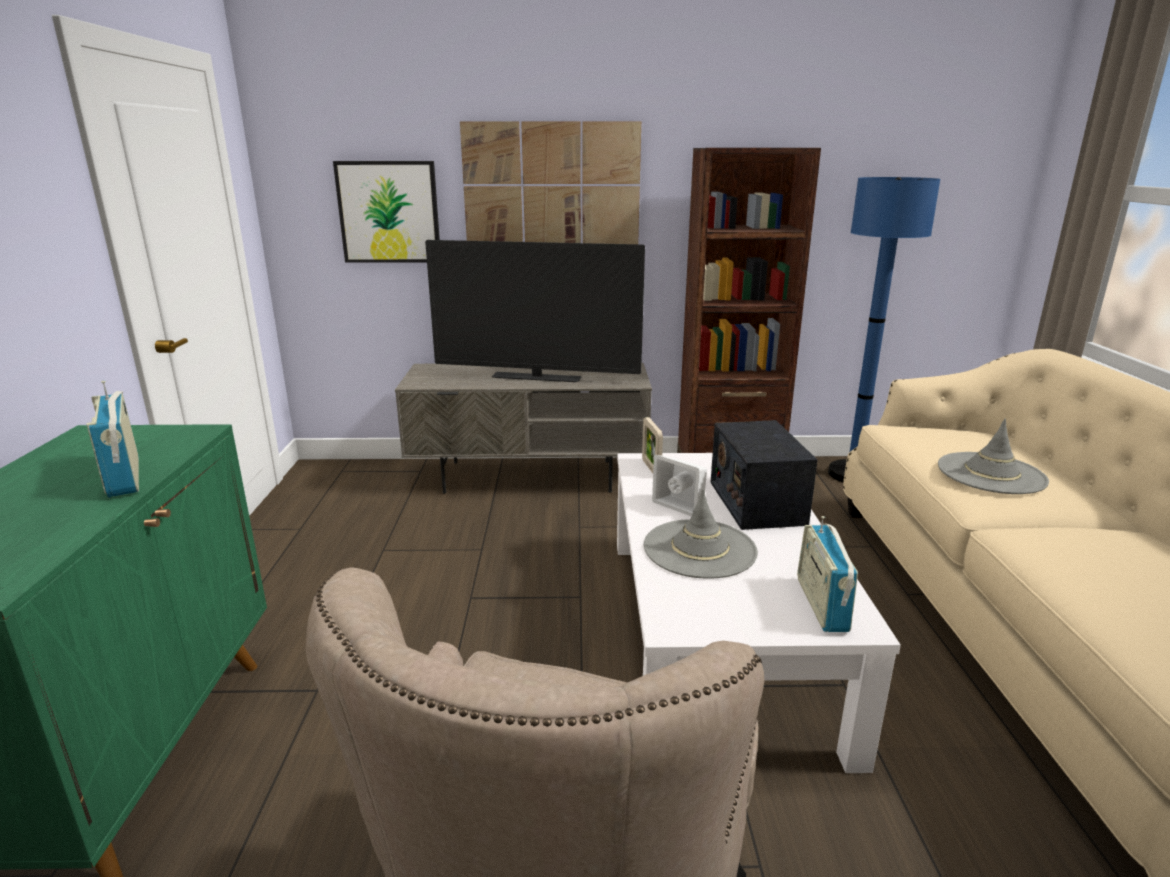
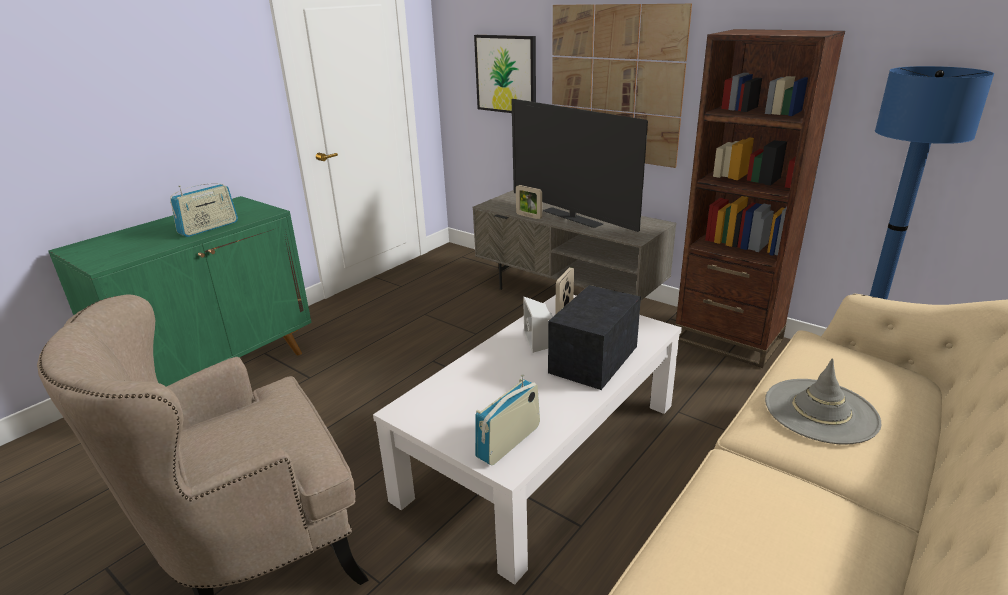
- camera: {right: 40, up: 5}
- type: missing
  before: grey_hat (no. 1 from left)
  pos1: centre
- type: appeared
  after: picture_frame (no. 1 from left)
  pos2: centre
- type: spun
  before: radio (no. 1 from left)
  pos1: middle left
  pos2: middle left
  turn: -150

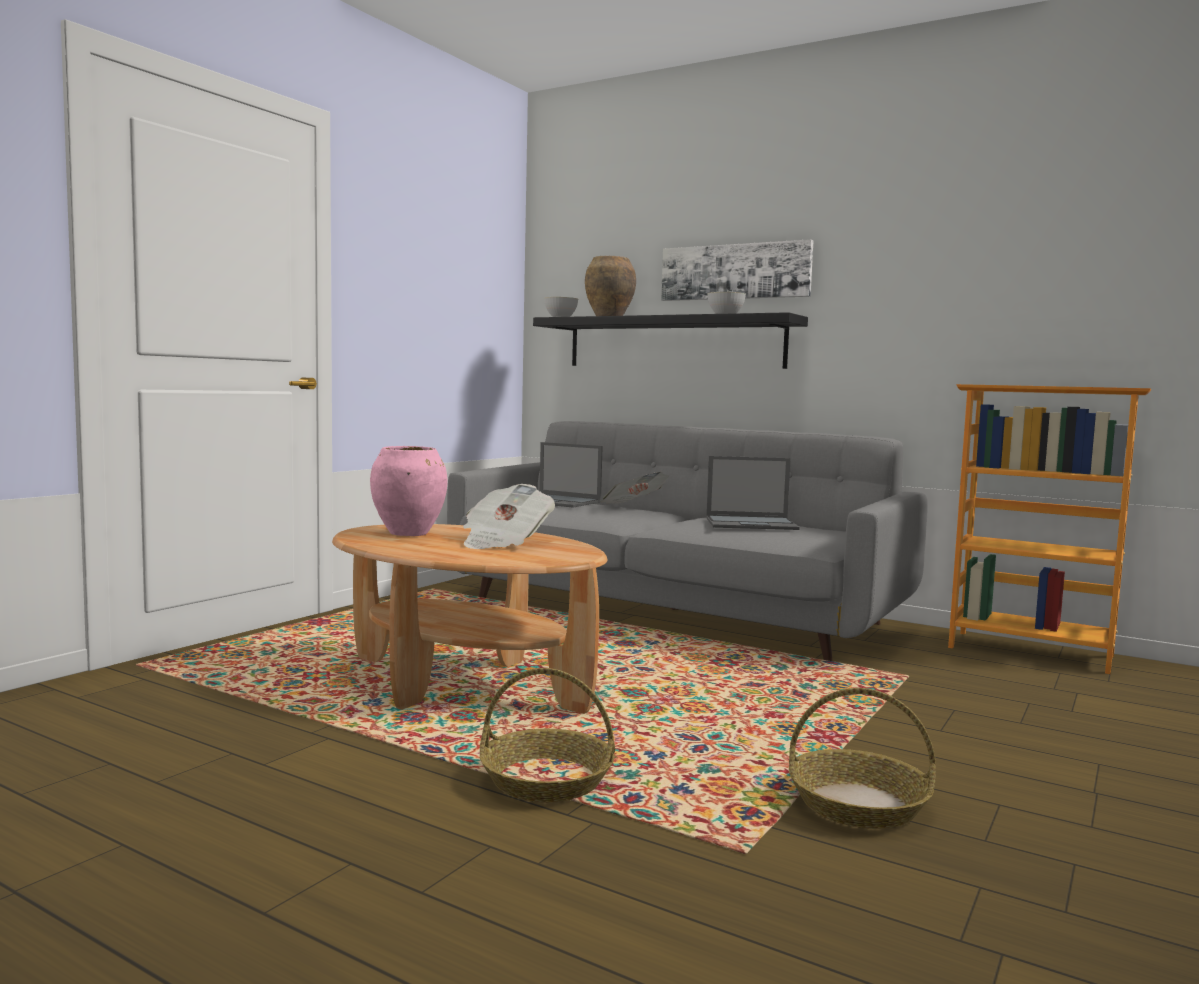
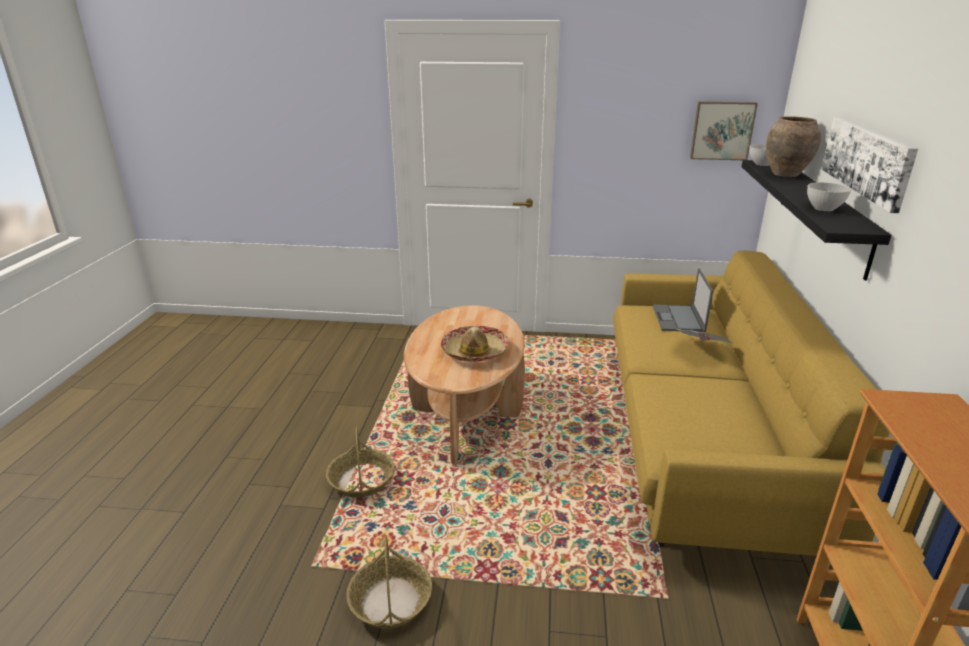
- camera: {right: 65, up: 20}
- type: missing
  before: pink_vase
  pos1: centre
- type: missing
  before: laptop (no. 2 from left)
  pos1: centre
- type: appeared
  after: picture (no. 1 from left)
  pos2: top right
- type: exchanged
  before: newspaper (no. 1 from left)
  after: hat
  pos1: centre
  pos2: centre
- type: colour
  before: grey_sofa
  after: yellow_sofa
  pos1: centre
  pos2: middle right

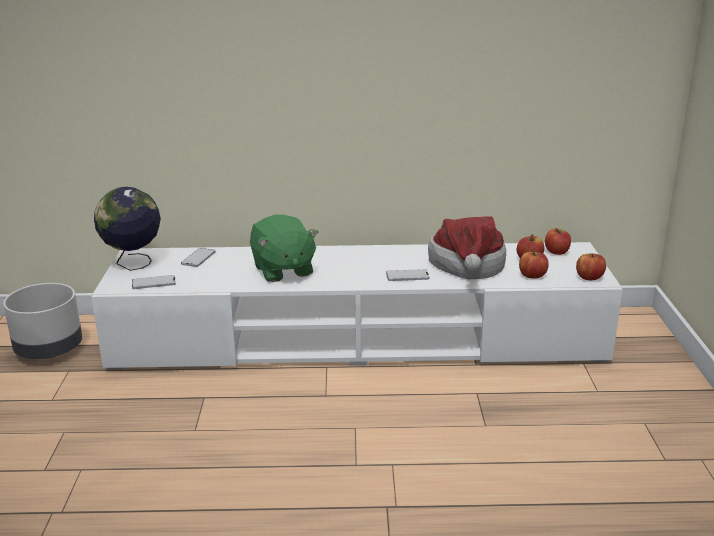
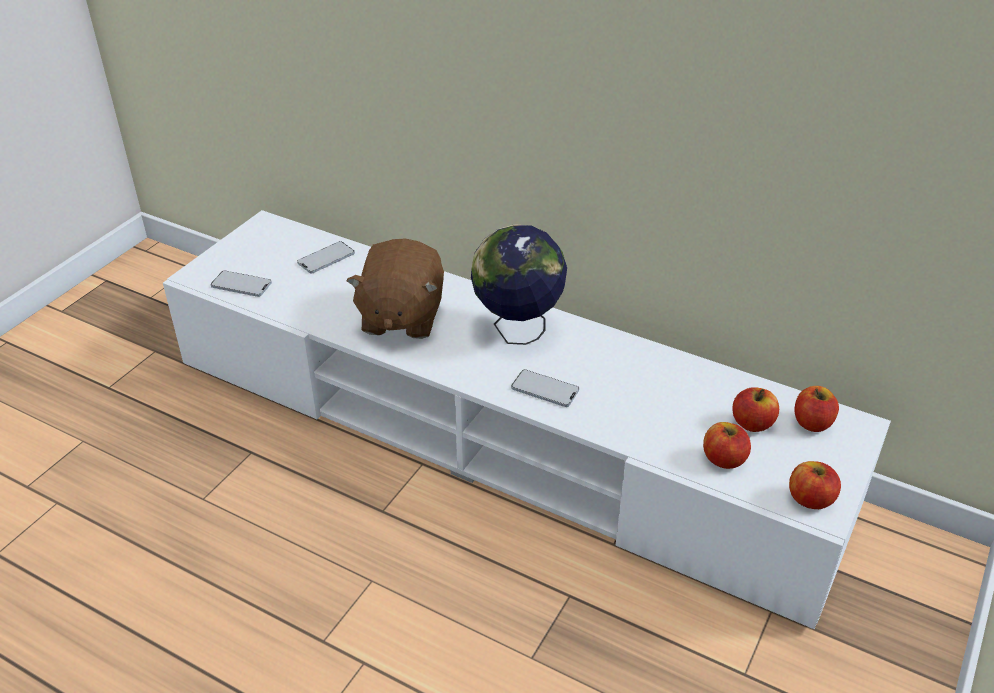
- camera: {right: 30, up: 15}
- type: missing
  before: grey_planter
  pos1: middle left
- type: missing
  before: hat
  pos1: centre
- type: relocated
  before: globe
  pos1: middle left
  pos2: centre
- type: colour
  before: green_plush_toy
  after: brown_plush_toy
  pos1: centre
  pos2: centre

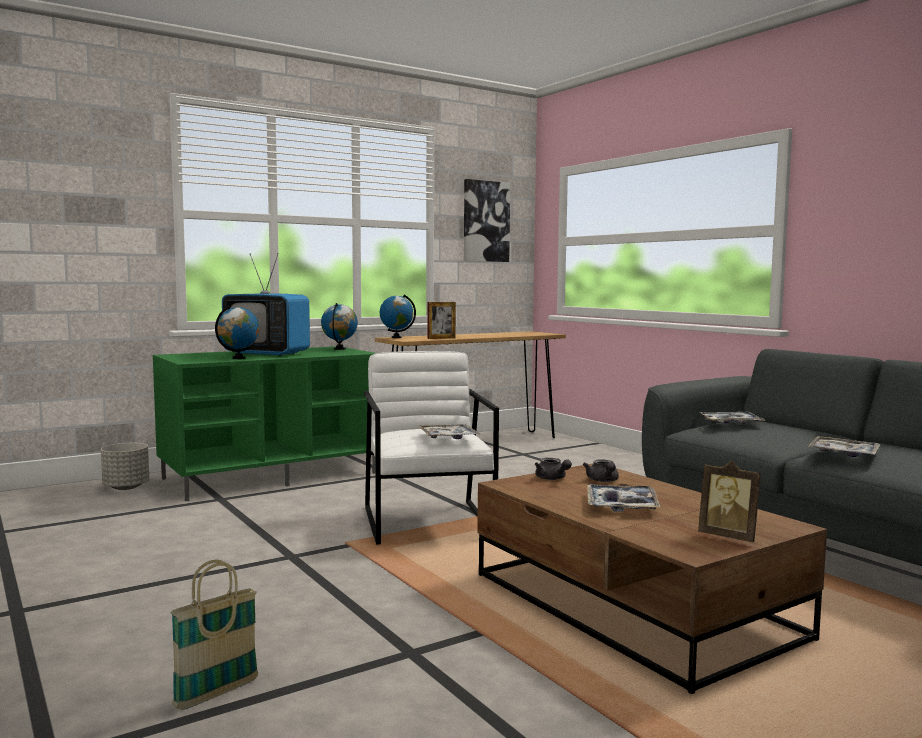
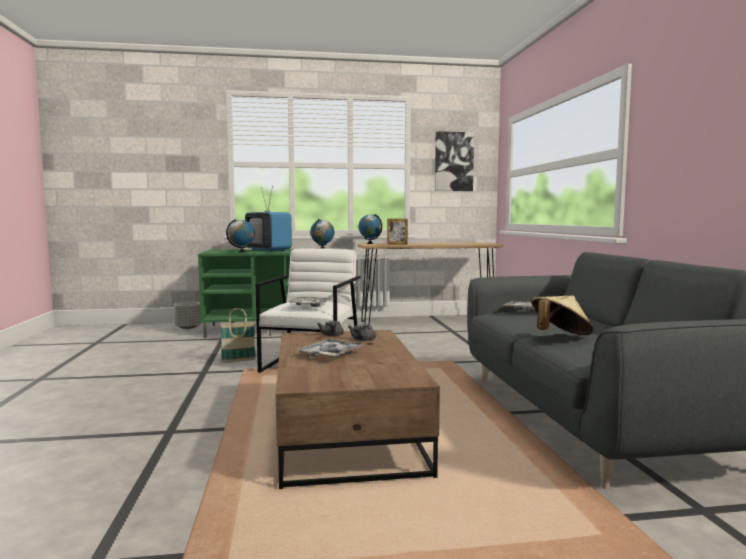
- camera: {right: 25, up: 0}
- type: missing
  before: picture_frame (no. 2 from left)
  pos1: bottom right
- type: relocated
  before: basket
  pos1: bottom left
  pos2: middle left
- type: exchanged
  before: tray (no. 4 from left)
  after: beige_hat
  pos1: middle right
  pos2: middle right

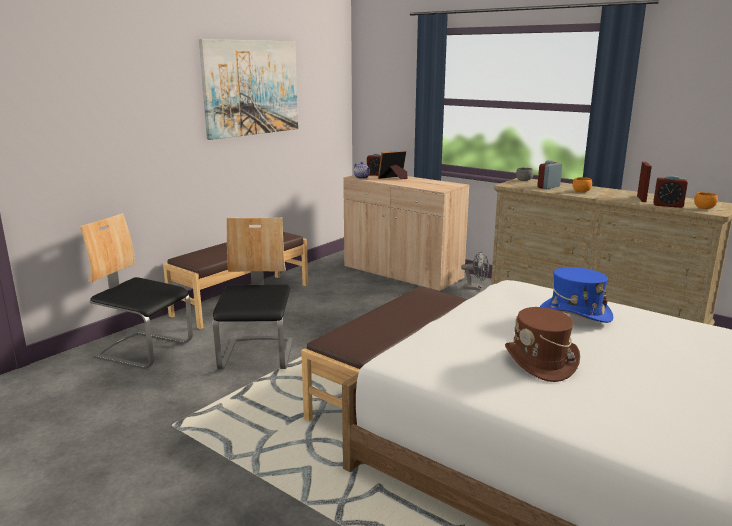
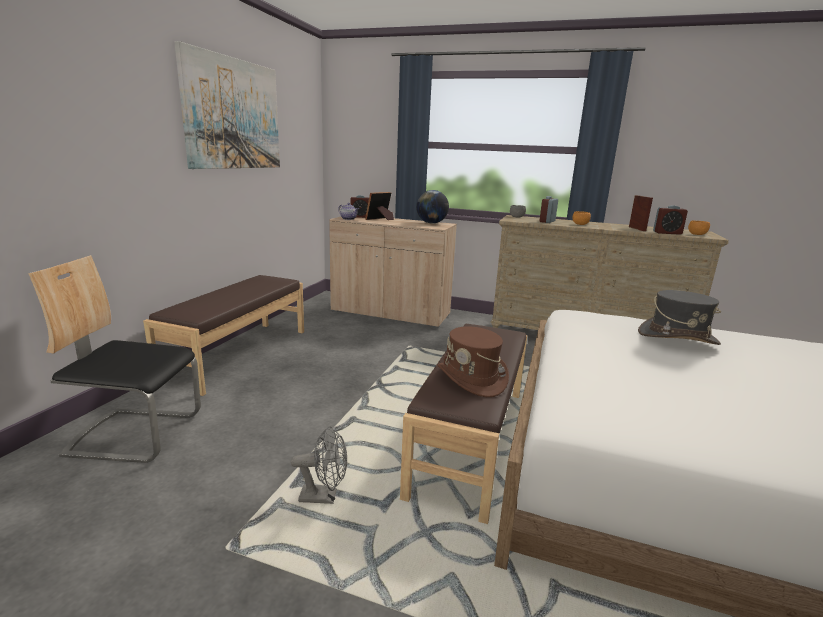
- camera: {right: -20, up: 0}
- type: missing
  before: chair (no. 2 from left)
  pos1: centre
- type: appeared
  after: globe
  pos2: centre
- type: relocated
  before: grey_fan
  pos1: centre
  pos2: bottom centre
- type: relocated
  before: brown_hat
  pos1: middle right
  pos2: centre
- type: colour
  before: blue_hat
  after: grey_hat
  pos1: middle right
  pos2: middle right

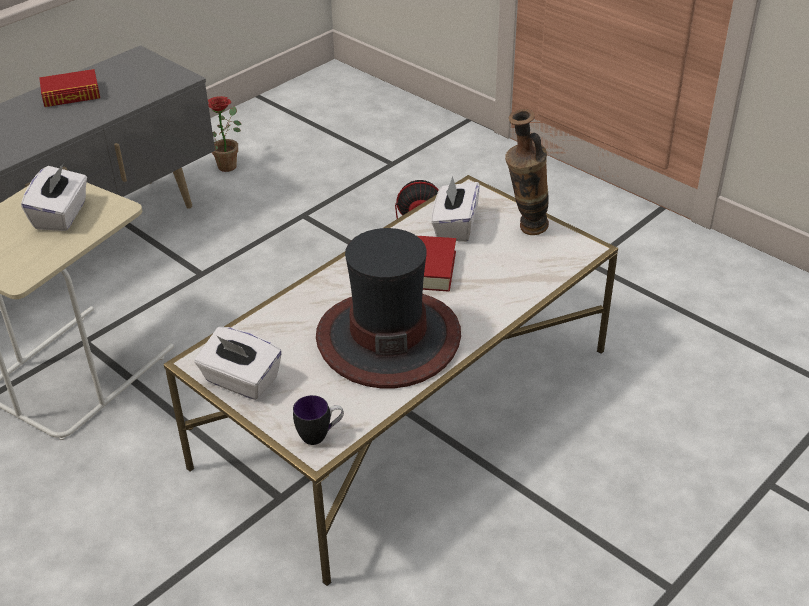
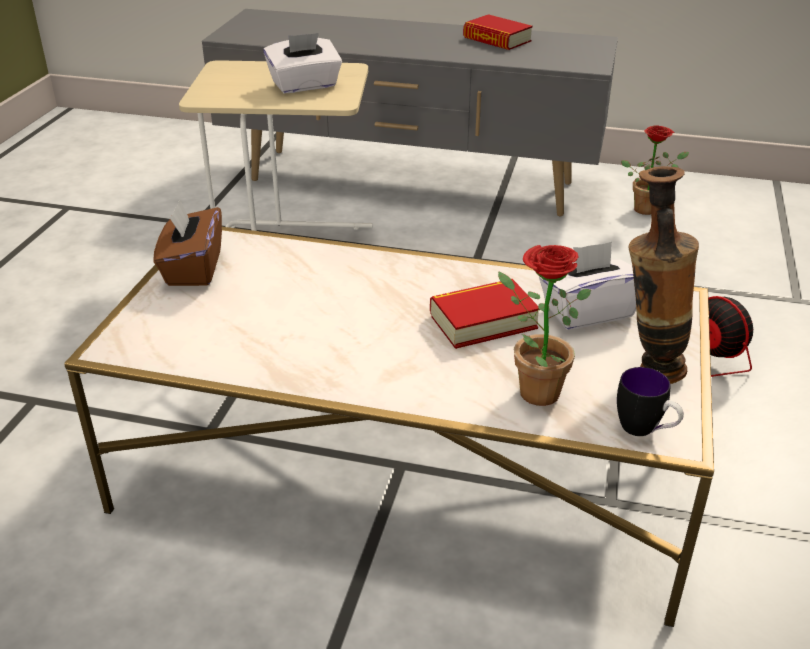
- camera: {right: 60, up: -5}
- type: missing
  before: hat
  pos1: centre
- type: appeared
  after: potted_plant (no. 1 from left)
  pos2: middle right
- type: relocated
  before: mug
  pos1: bottom centre
  pos2: middle right
- type: colour
  before: white_tissue_box (no. 2 from left)
  after: brown_tissue_box
  pos1: middle left
  pos2: middle left

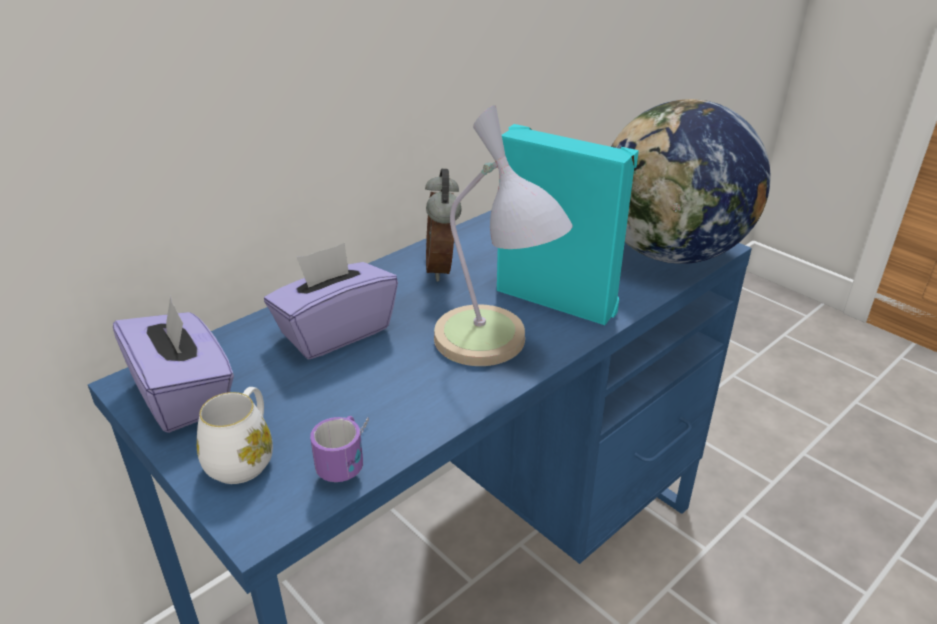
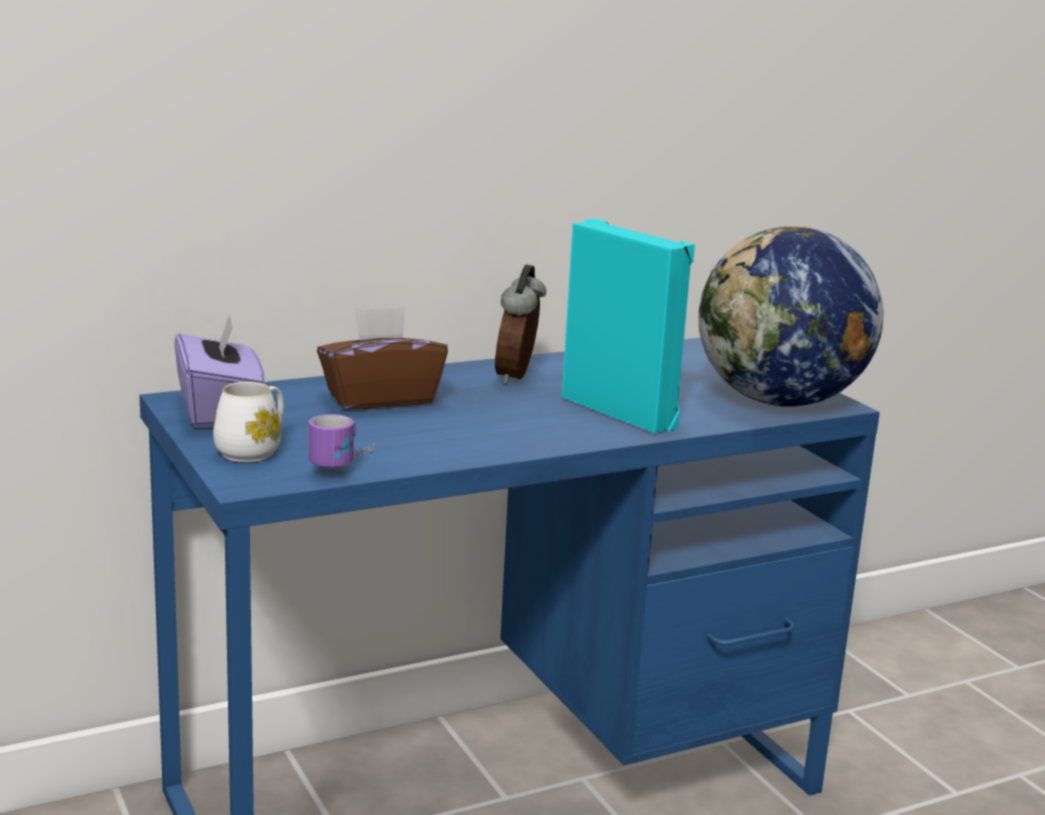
- camera: {right: 15, up: -15}
- type: missing
  before: table_lamp
  pos1: centre
- type: colour
  before: purple_tissue_box (no. 2 from left)
  after: brown_tissue_box
  pos1: centre
  pos2: centre

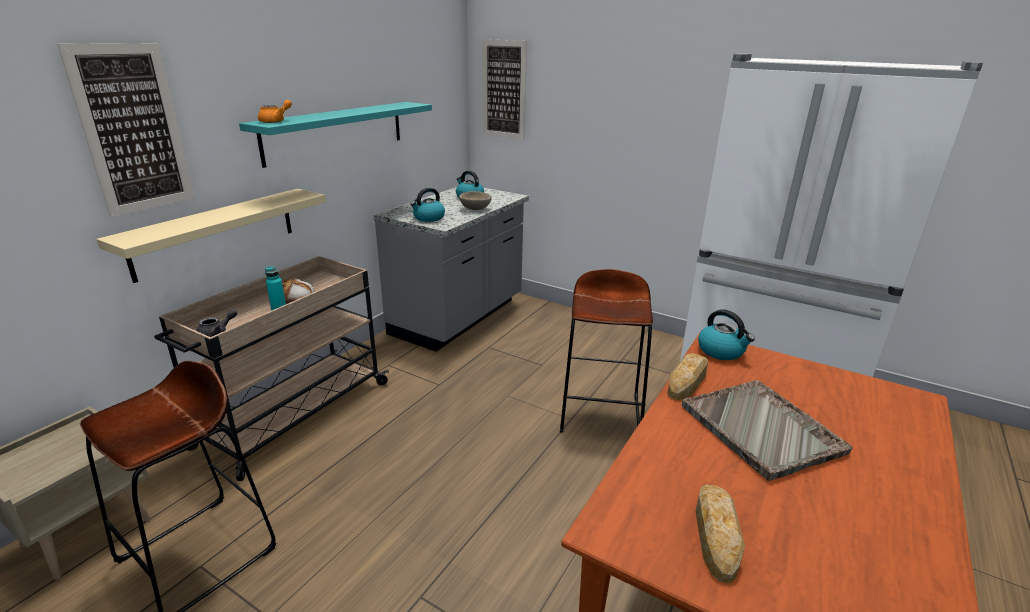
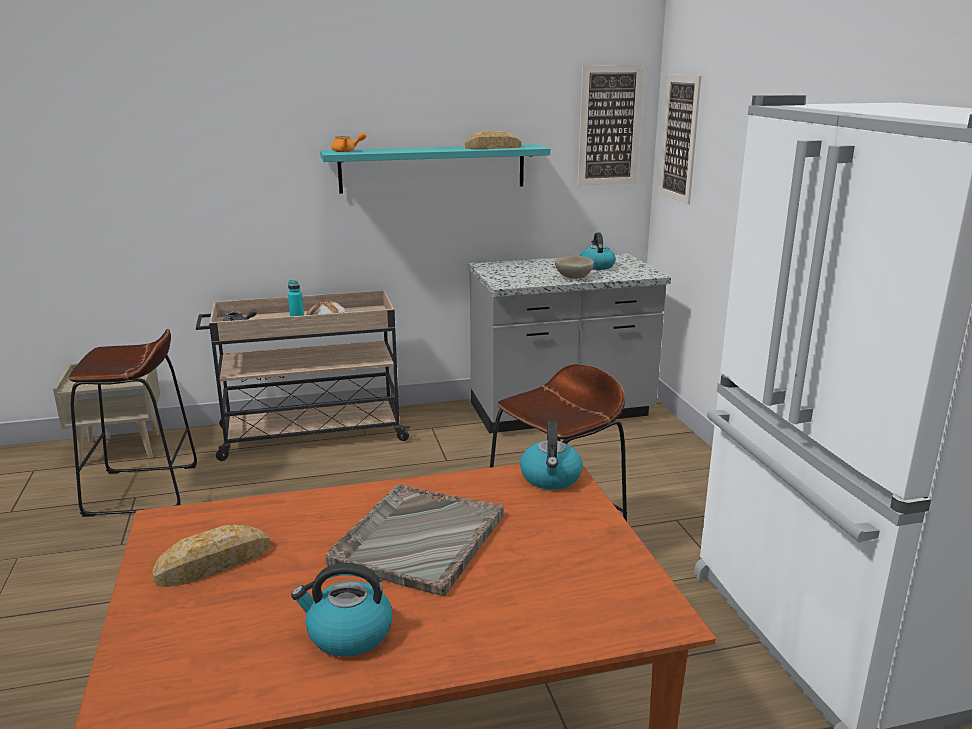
- camera: {right: 45, up: -5}
- type: missing
  before: beige_shelf
  pos1: middle left
- type: relocated
  before: picture (no. 1 from left)
  pos1: top left
  pos2: top centre
- type: relocated
  before: kettle (no. 1 from left)
  pos1: centre
  pos2: bottom centre
- type: relocated
  before: bread (no. 2 from left in the first image)
  after: bread (no. 3 from left)
  pos1: middle right
  pos2: top centre

